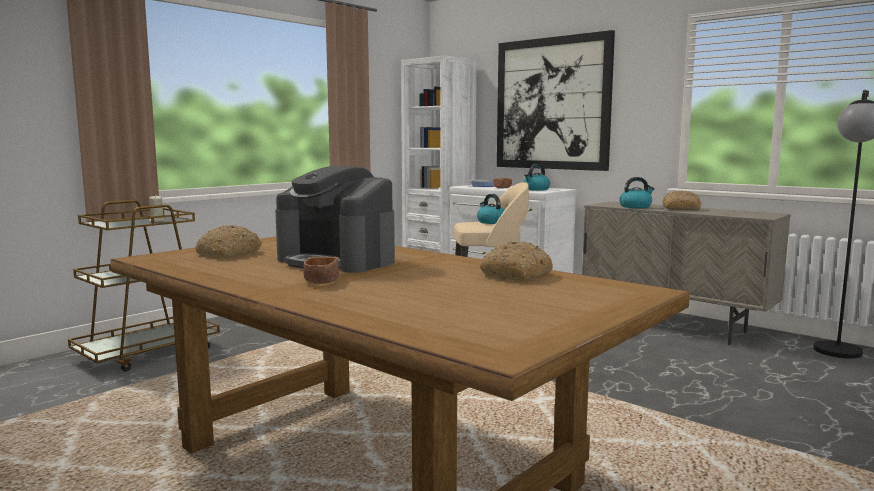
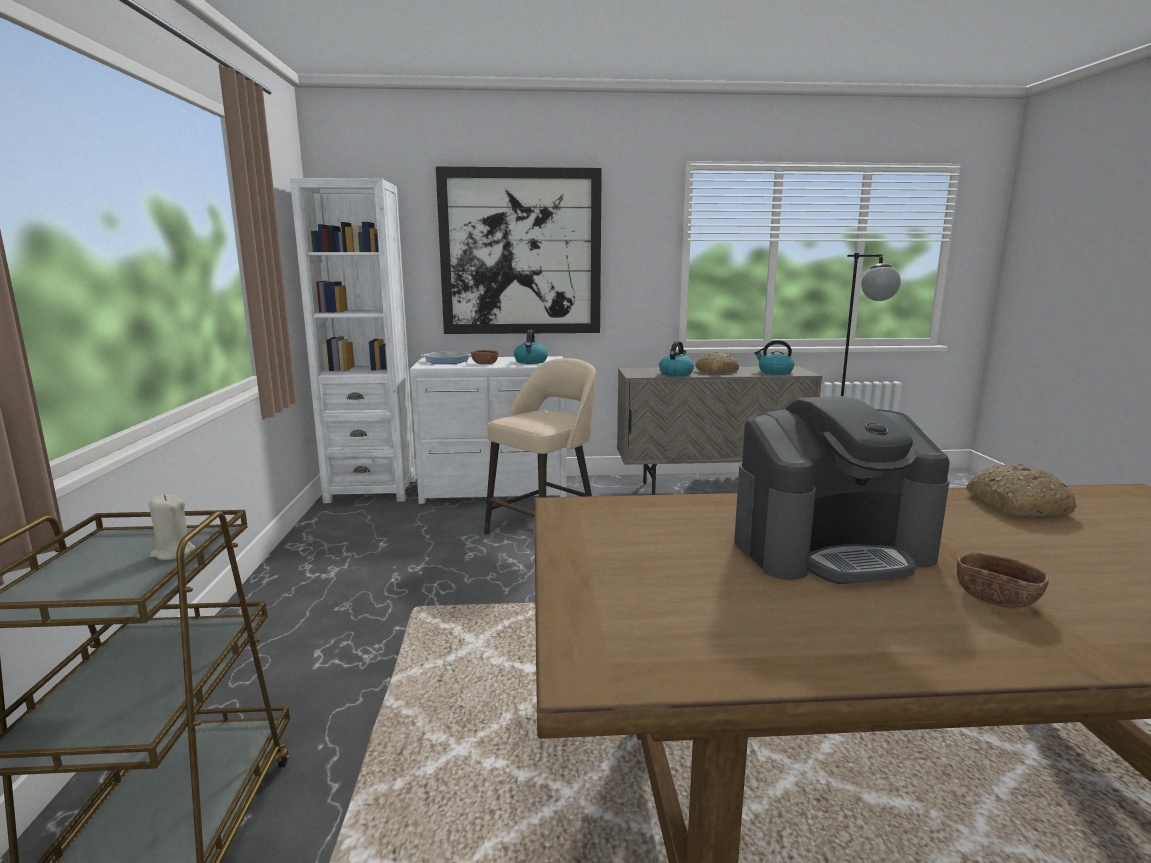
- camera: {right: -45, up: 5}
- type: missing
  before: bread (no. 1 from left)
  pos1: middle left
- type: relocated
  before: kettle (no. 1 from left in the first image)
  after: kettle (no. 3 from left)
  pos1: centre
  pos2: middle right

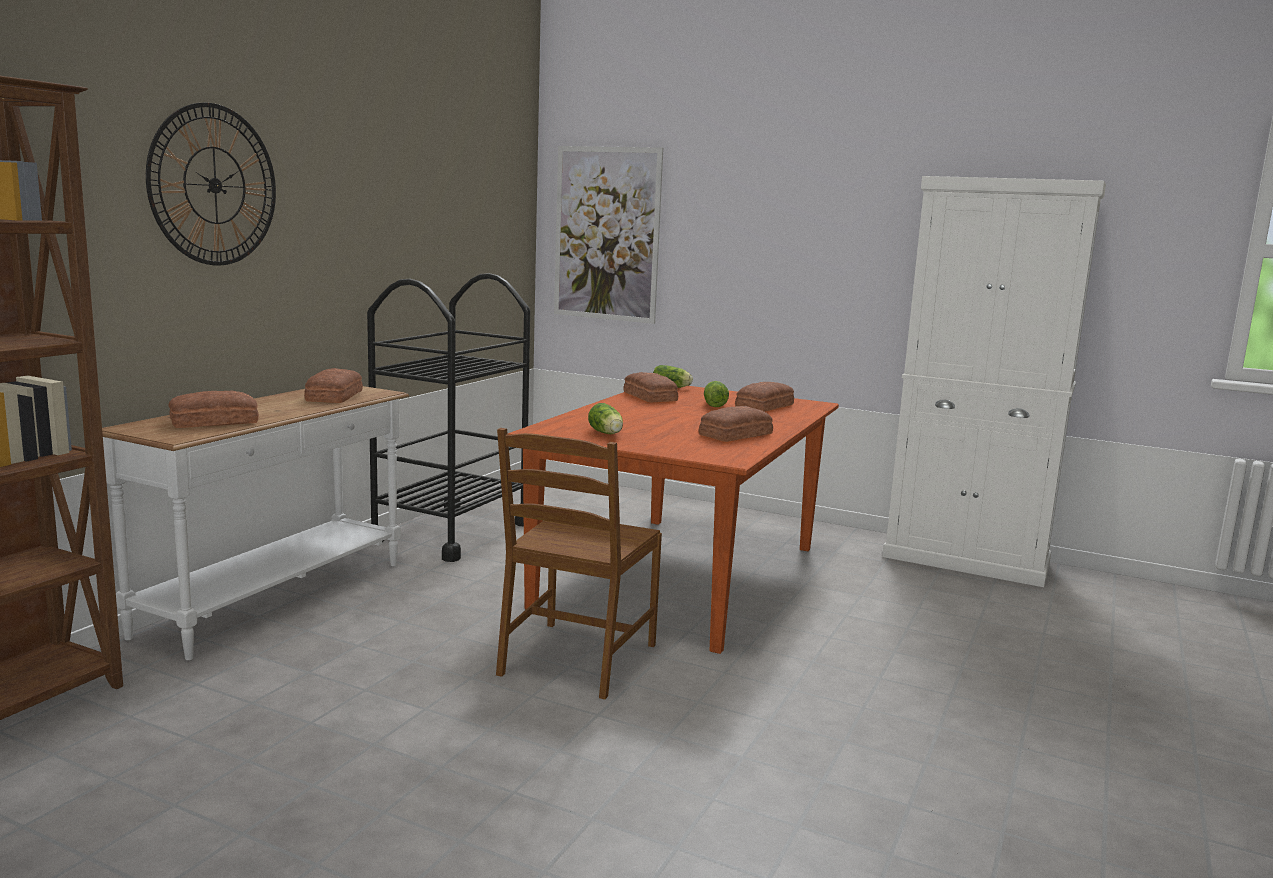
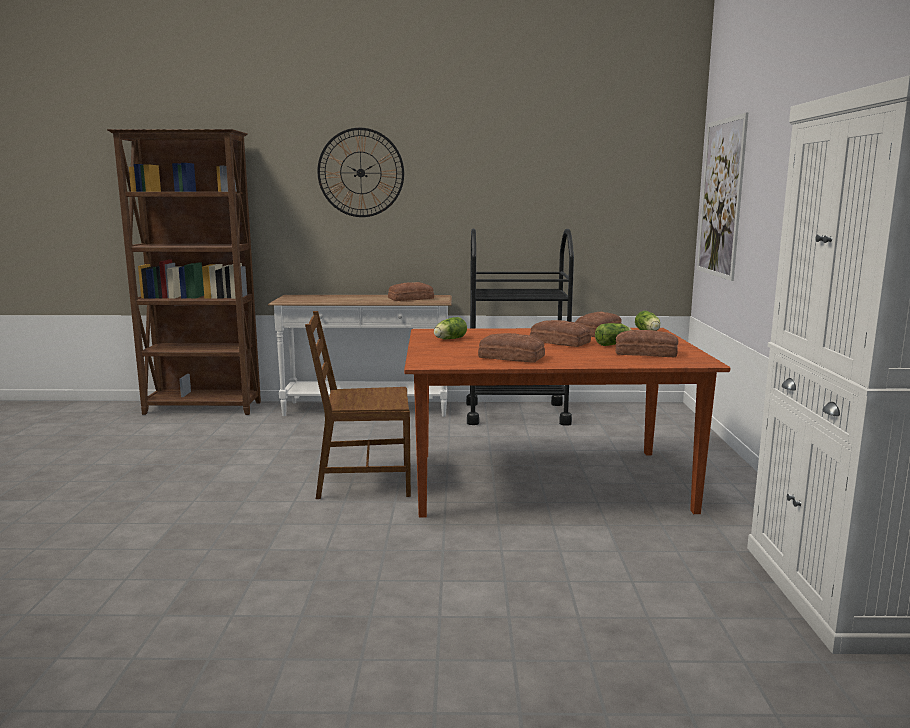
- camera: {right: 65, up: 0}
- type: relocated
  before: bread (no. 1 from left in the first image)
  after: bread (no. 3 from left)
  pos1: middle left
  pos2: centre

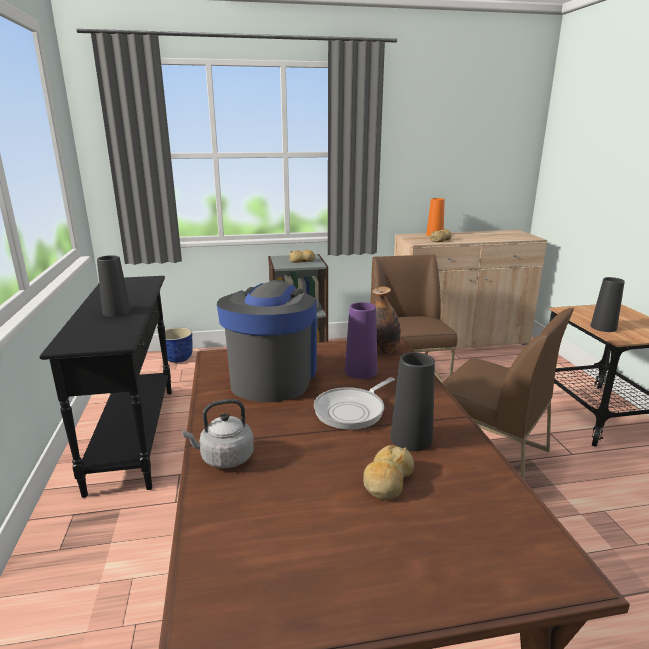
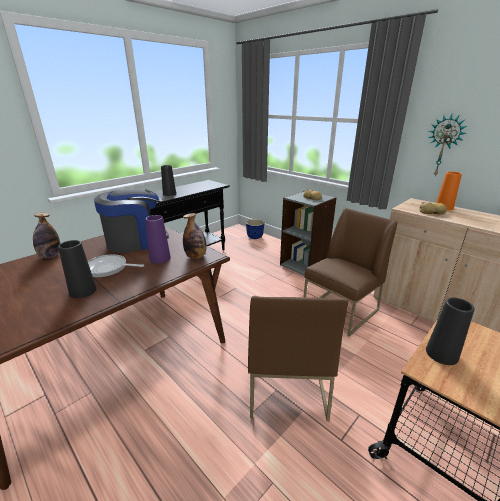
- camera: {right: 55, up: 5}
- type: missing
  before: bread (no. 2 from left)
  pos1: bottom centre
- type: appeared
  after: wall_clock
  pos2: top right
- type: exchanged
  before: grey_kettle
  after: bottle (no. 1 from left)
  pos1: bottom centre
  pos2: middle left

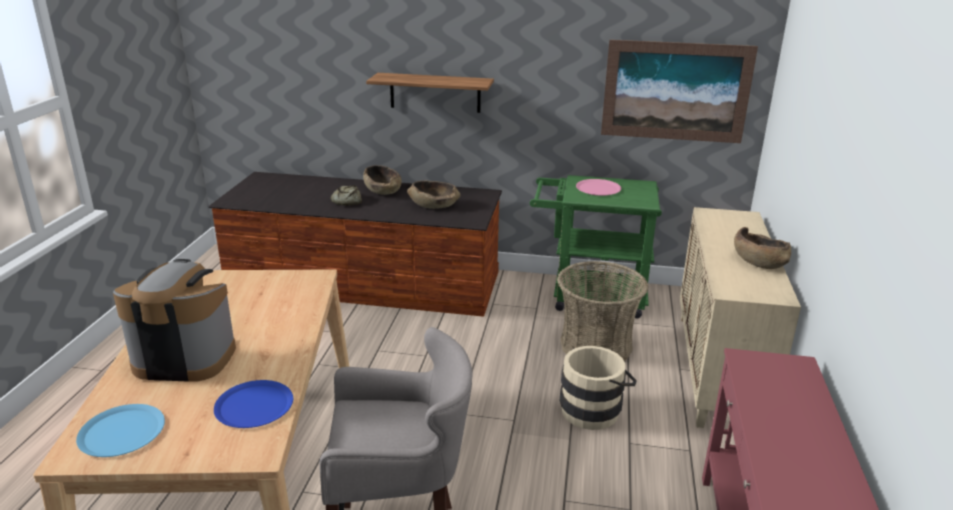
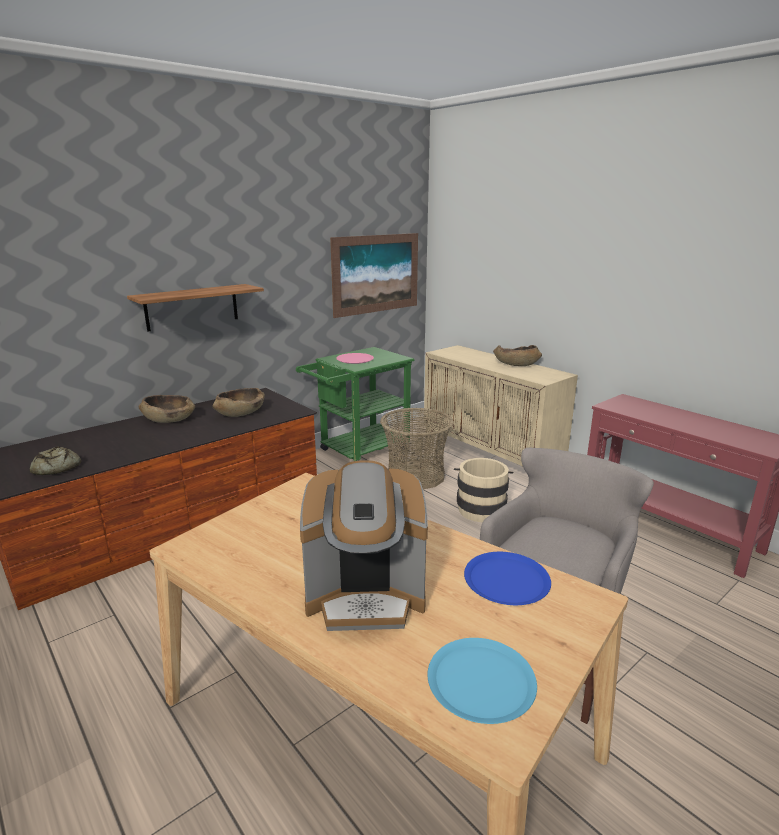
- camera: {right: -50, up: -5}
- type: relocated
  before: bread
  pos1: centre
  pos2: middle left
- type: spun
  before: coffee_machine
  pos1: middle left
  pos2: centre
  turn: -135

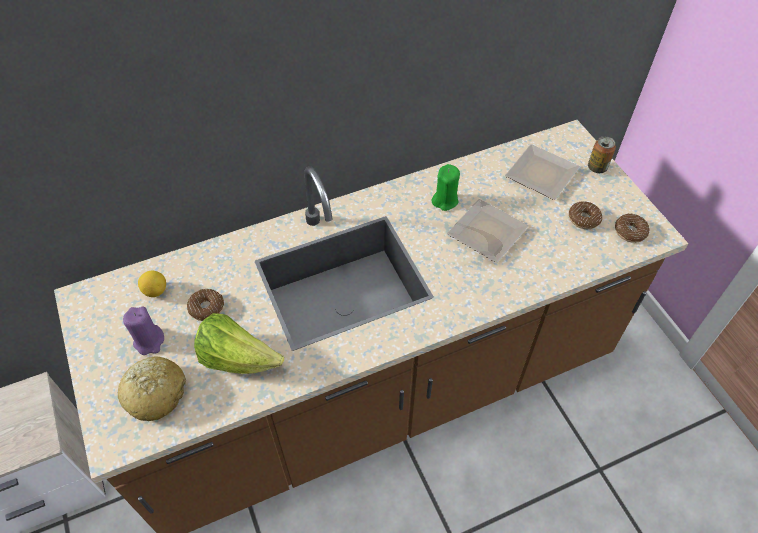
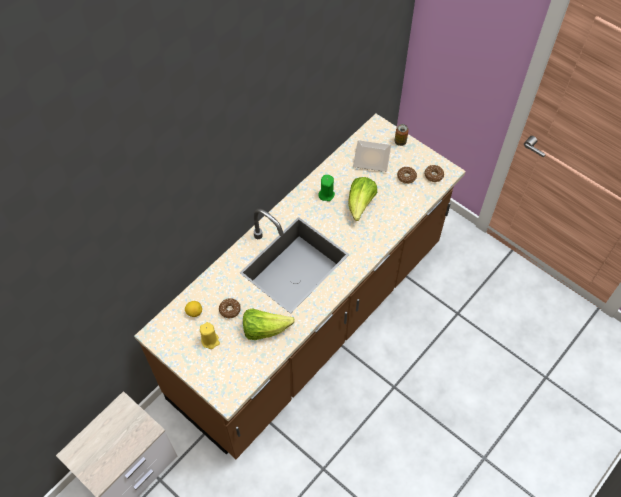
- camera: {right: -25, up: 5}
- type: missing
  before: bread
  pos1: bottom left
- type: exchanged
  before: plate (no. 1 from left)
  after: lettuce (no. 2 from left)
  pos1: centre
  pos2: centre
- type: colour
  before: purple_candle
  after: yellow_candle
  pos1: middle left
  pos2: bottom centre

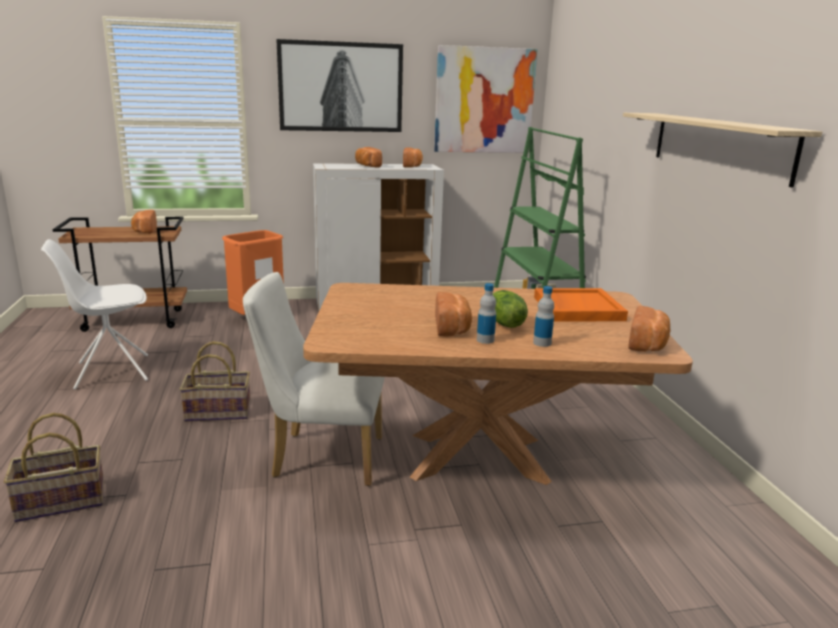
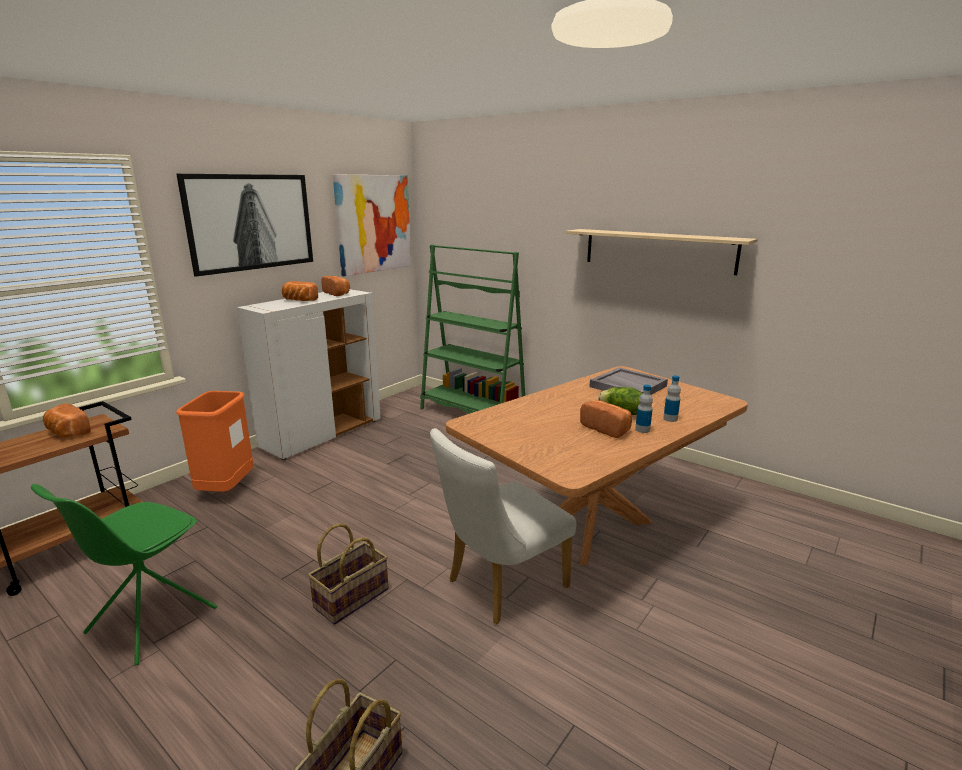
- camera: {right: -40, up: 0}
- type: missing
  before: bread (no. 5 from left)
  pos1: middle right
- type: colour
  before: white_chair (no. 1 from left)
  after: green_chair
  pos1: middle left
  pos2: bottom left
- type: colour
  before: orange_tray
  after: grey_tray
  pos1: middle right
  pos2: centre

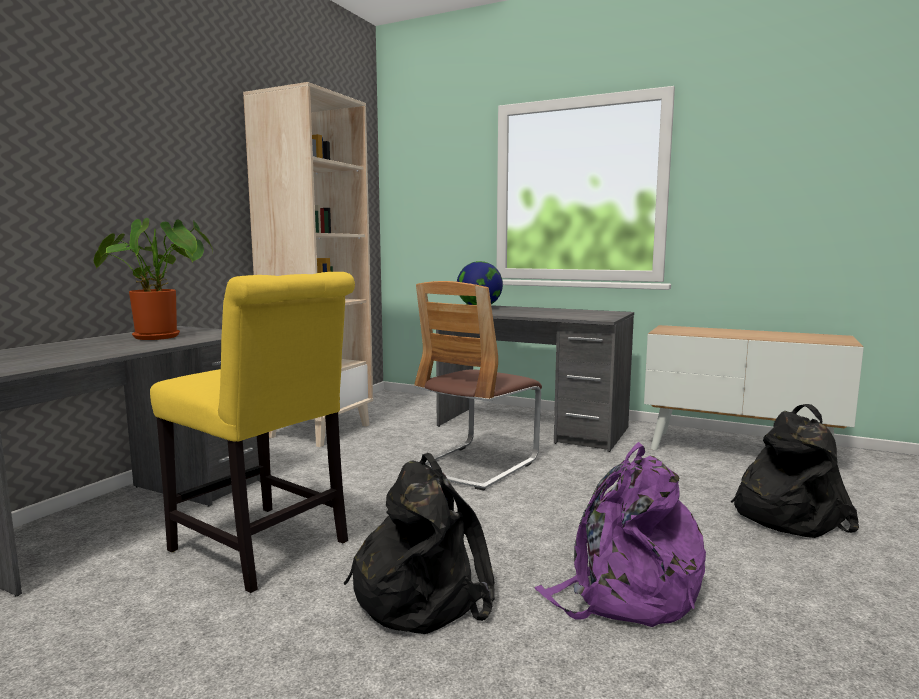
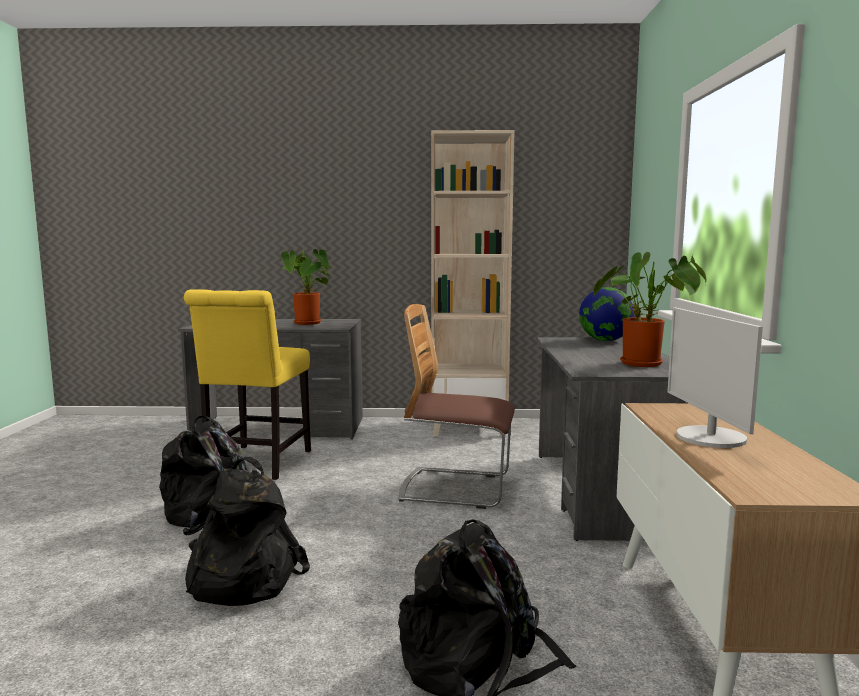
- camera: {right: 65, up: 0}
- type: appeared
  after: potted_plant (no. 2 from left)
  pos2: middle right
- type: appeared
  after: monitor
  pos2: middle right
- type: colour
  before: purple_backpack
  after: black_backpack (no. 2 from left)
  pos1: bottom right
  pos2: bottom left

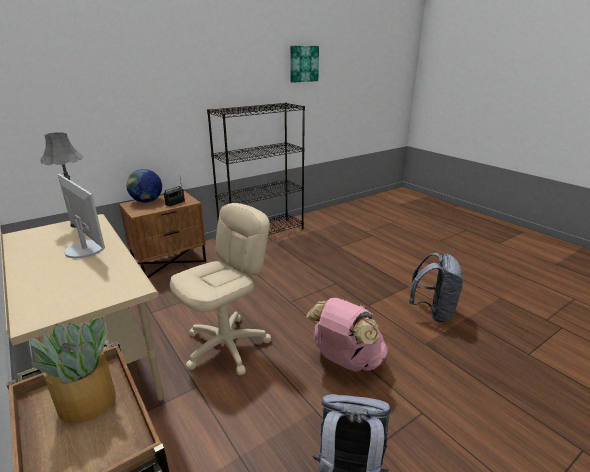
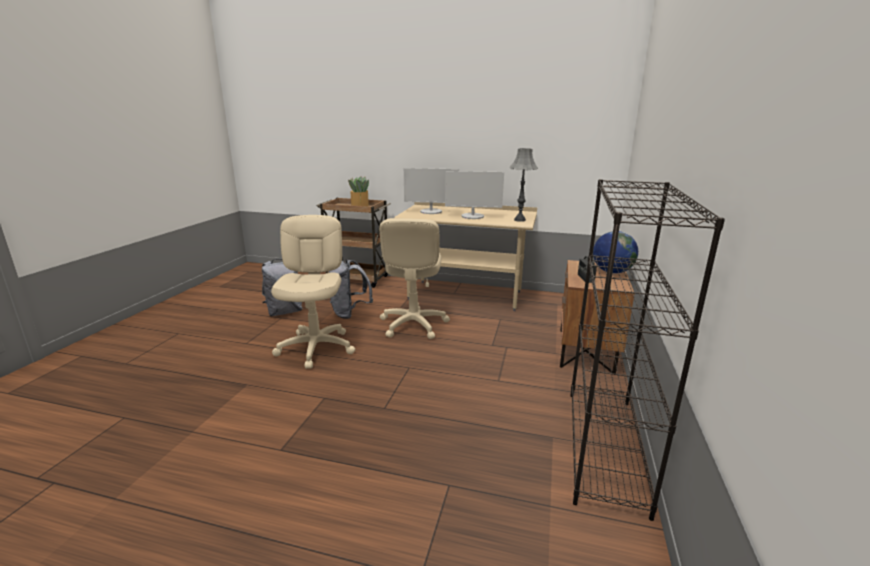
- camera: {right: 140, up: -5}
- type: missing
  before: picture
  pos1: top centre
- type: appeared
  after: monitor (no. 1 from left)
  pos2: centre
- type: relocated
  before: grey_backpack (no. 2 from left)
  pos1: middle right
  pos2: centre
- type: exchanged
  before: pink_backpack
  after: beige_office_chair (no. 1 from left)
  pos1: bottom centre
  pos2: centre

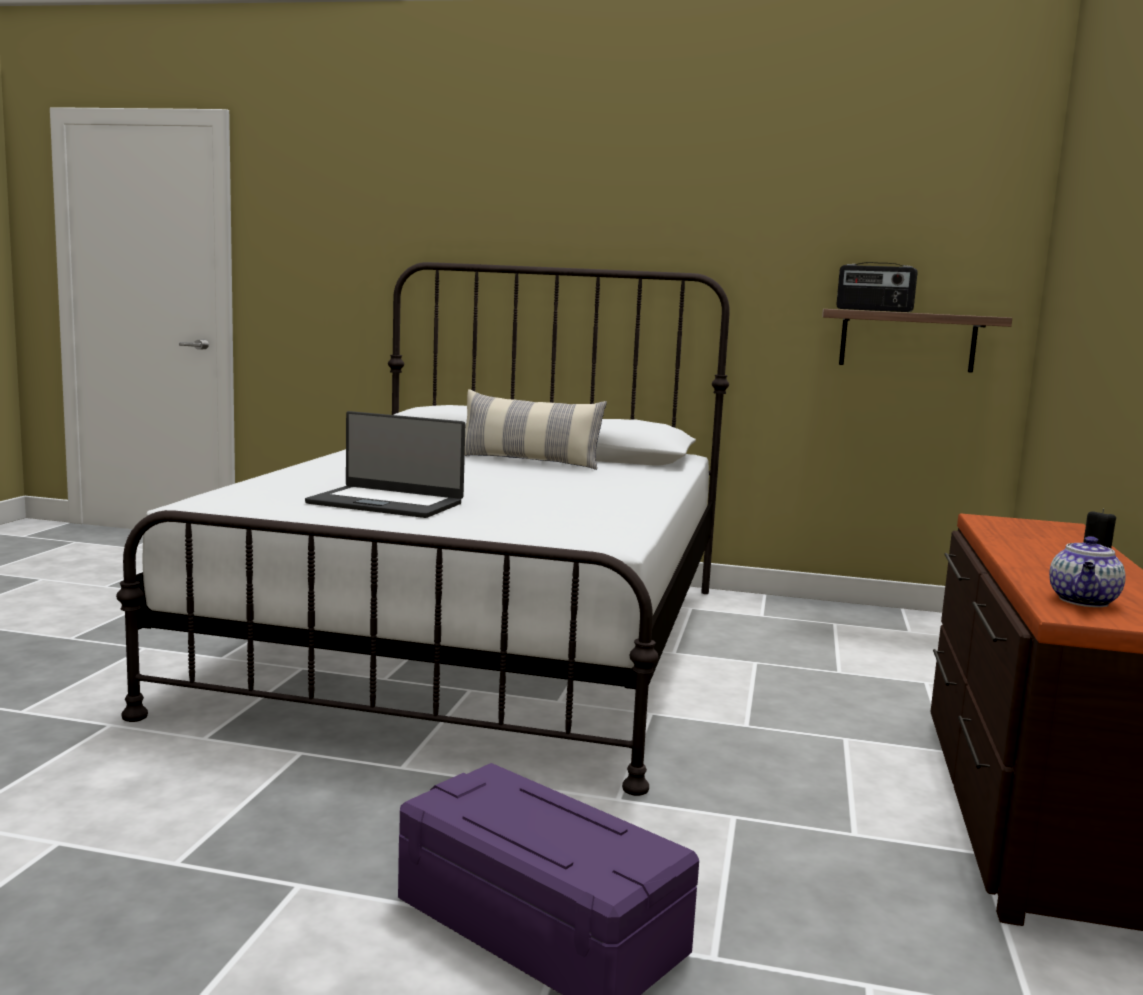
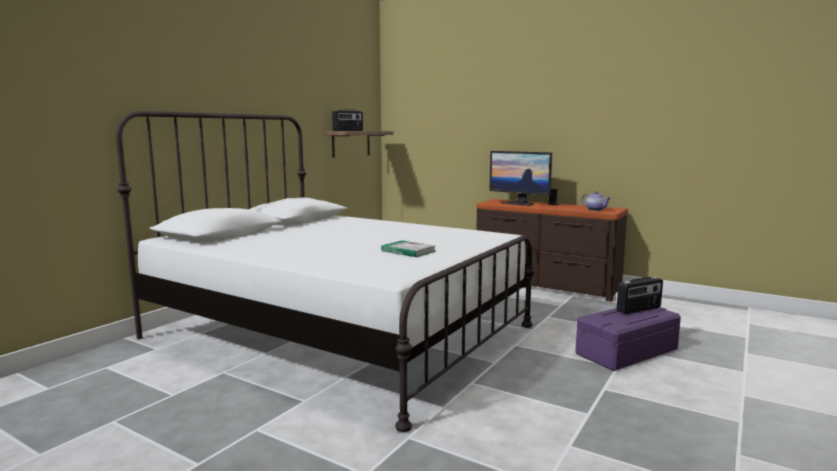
- camera: {right: -70, up: 0}
- type: missing
  before: pillow
  pos1: centre
- type: appeared
  after: monitor
  pos2: centre
- type: appeared
  after: radio (no. 2 from left)
  pos2: middle right
- type: exchanged
  before: laptop
  after: book
  pos1: centre
  pos2: centre

